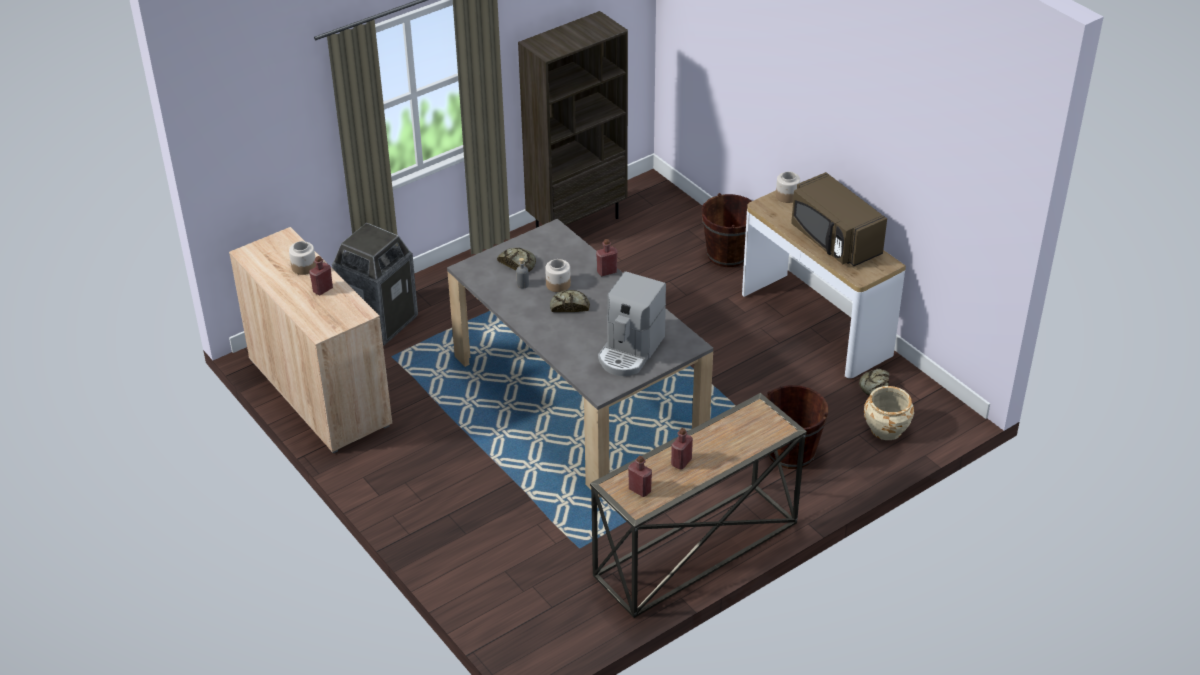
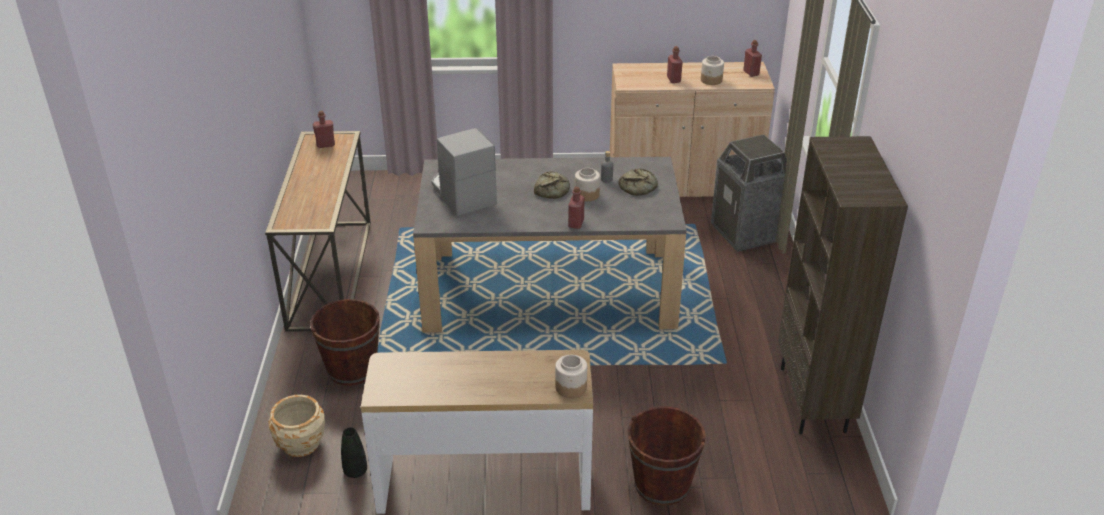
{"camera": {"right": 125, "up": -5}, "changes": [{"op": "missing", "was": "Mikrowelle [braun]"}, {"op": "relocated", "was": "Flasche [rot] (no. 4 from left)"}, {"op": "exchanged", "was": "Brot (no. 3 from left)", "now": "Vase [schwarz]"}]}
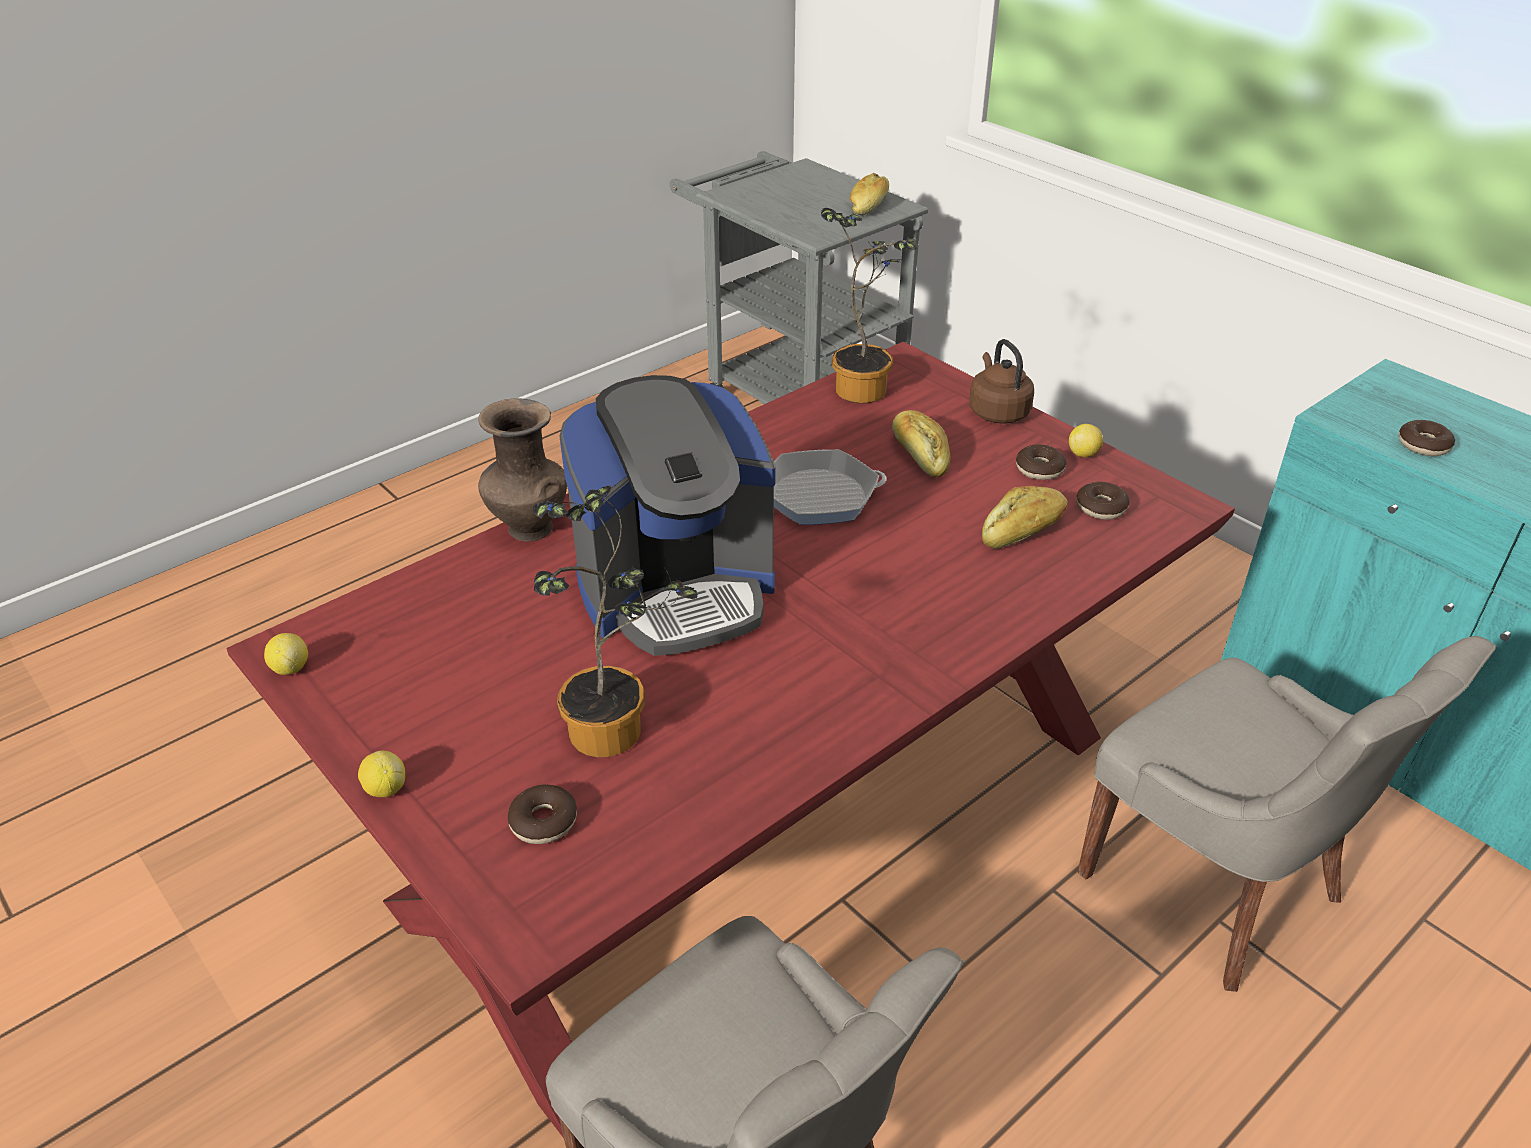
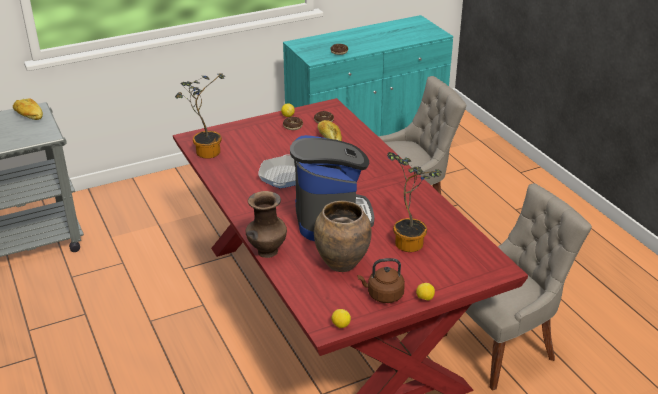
{"camera": {"right": -75, "up": -5}, "changes": [{"op": "missing", "was": "Donut (no. 1 from left)"}, {"op": "missing", "was": "Brot (no. 2 from left)"}, {"op": "appeared", "now": "Vase [braun] (no. 2 from left)"}, {"op": "relocated", "was": "Wasserkessel [braun]"}]}
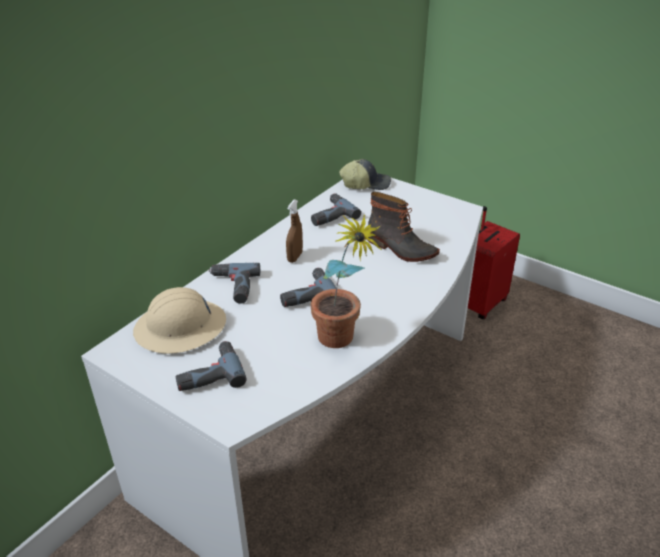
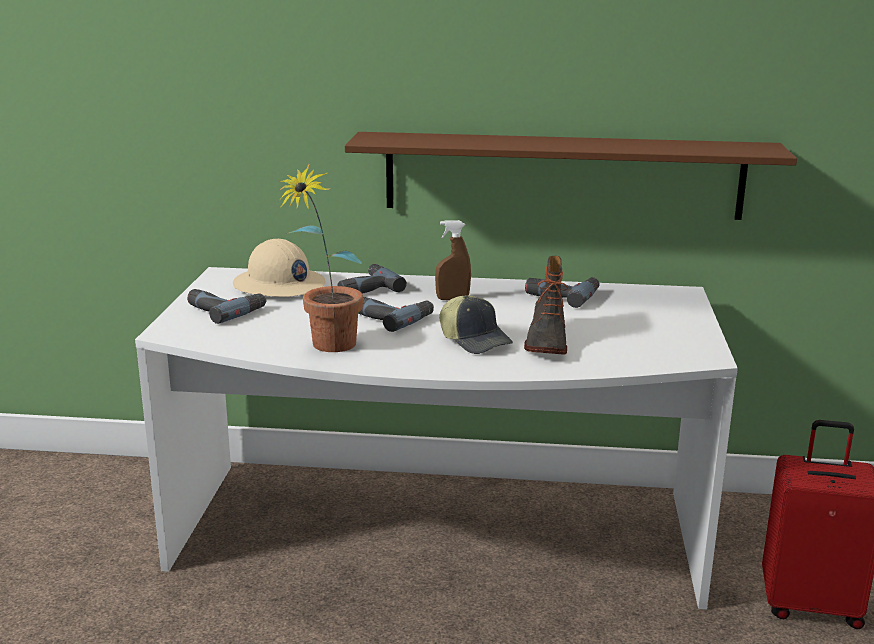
{"camera": {"right": 60, "up": -15}, "changes": [{"op": "appeared", "now": "Wandregal [braun]"}, {"op": "relocated", "was": "Kappe"}]}
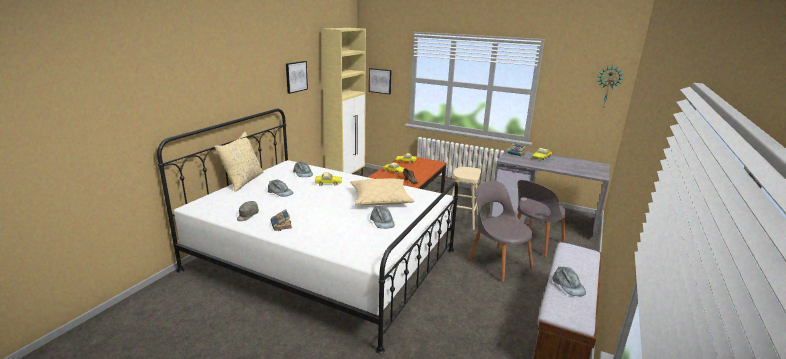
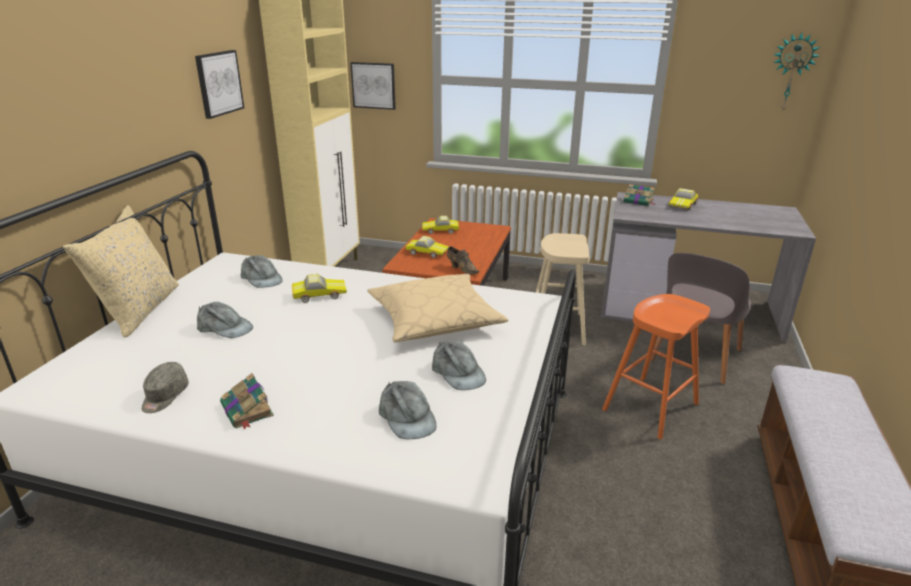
{"camera": {"right": -10, "up": 5}, "changes": [{"op": "relocated", "was": "Kappe [grau] (no. 5 from left in the first image)", "now": "Kappe [grau] (no. 4 from left)"}, {"op": "exchanged", "was": "Stuhl [grau] (no. 1 from left)", "now": "Hocker [orange]"}]}
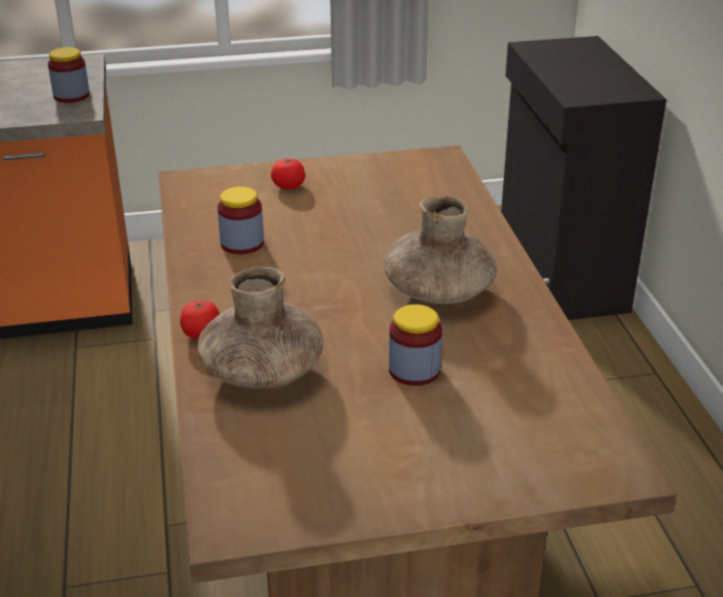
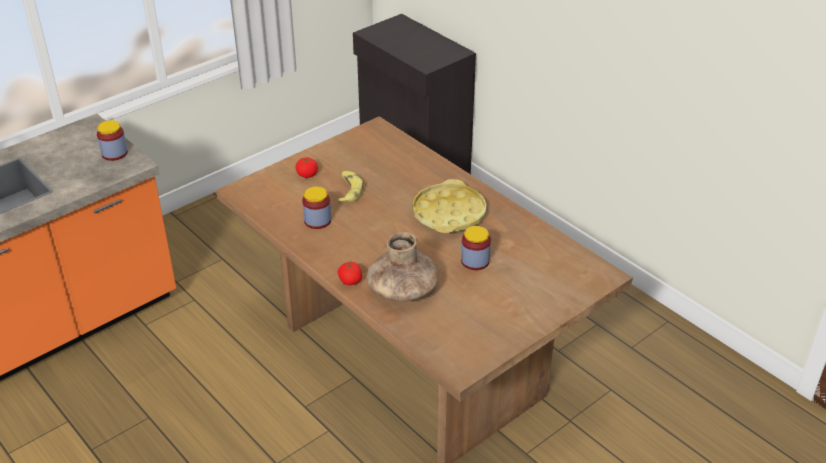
{"camera": {"right": -30, "up": 5}, "changes": [{"op": "appeared", "now": "Banane"}, {"op": "exchanged", "was": "Vase [braun] (no. 2 from left)", "now": "Tablett [gelb]"}]}
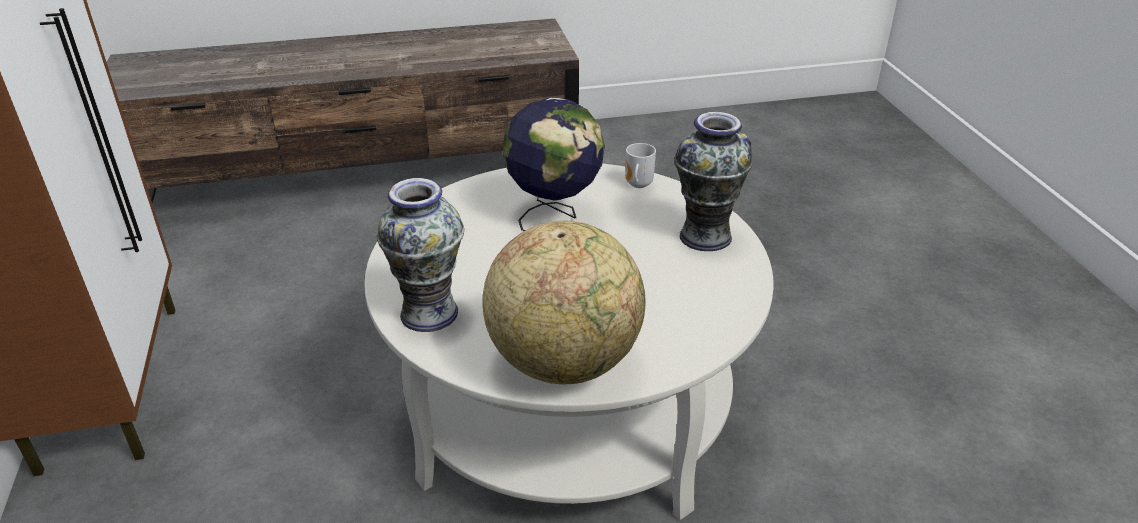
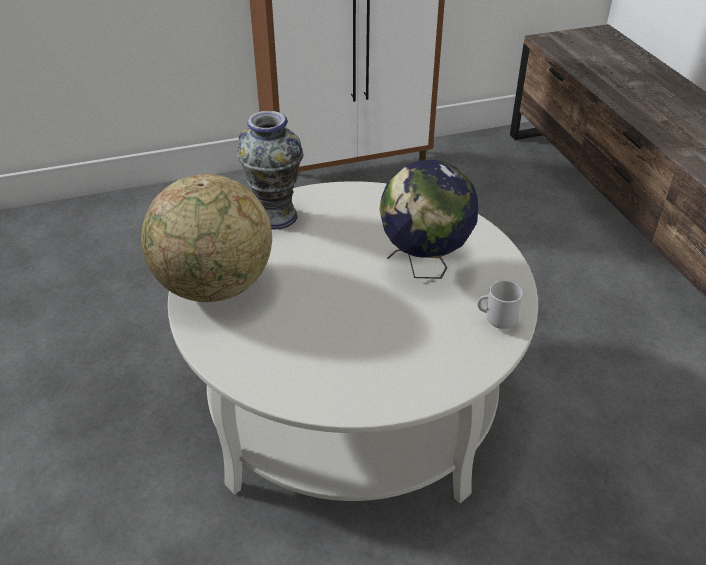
{"camera": {"right": 85, "up": 5}, "changes": [{"op": "missing", "was": "Vase (no. 2 from left)"}]}
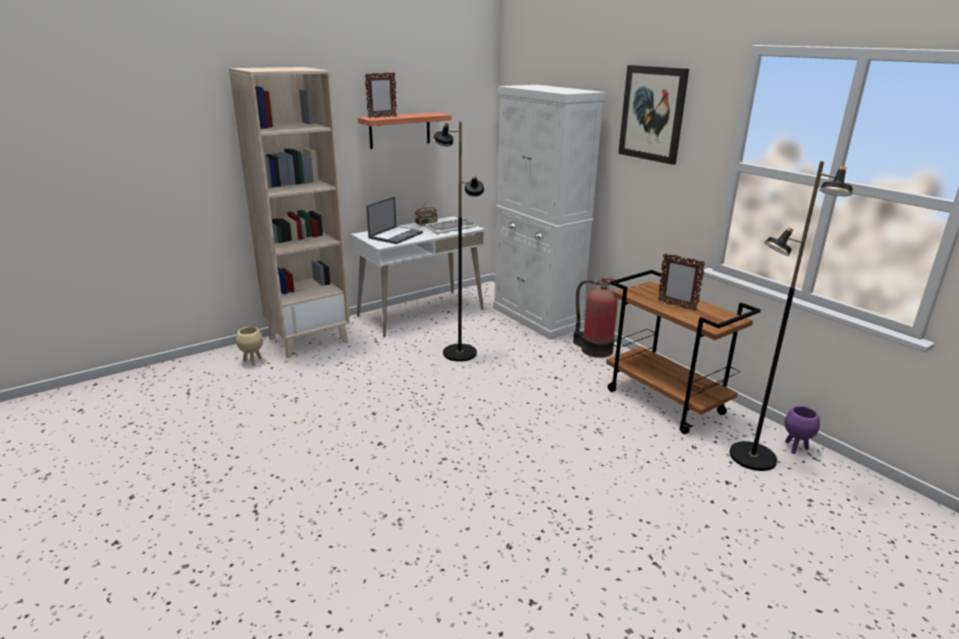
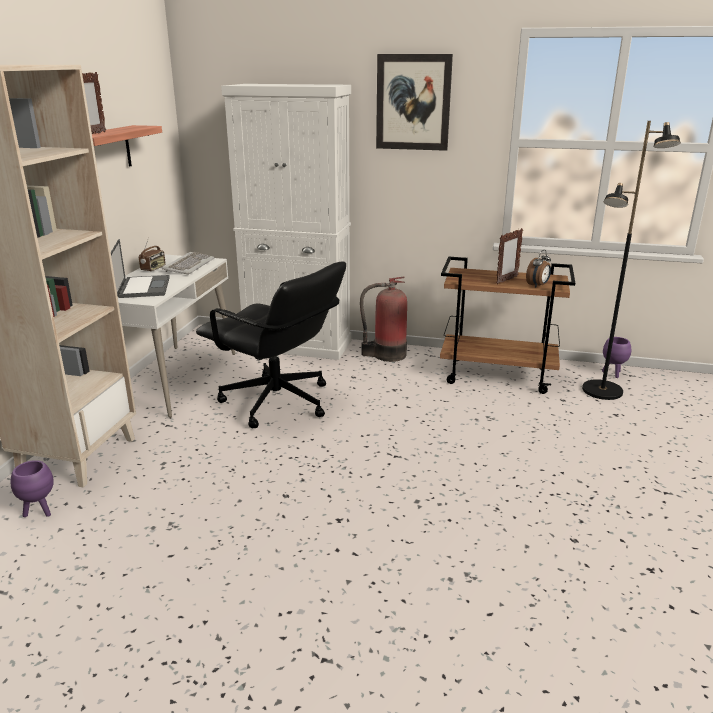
{"camera": {"right": -40, "up": 0}, "changes": [{"op": "appeared", "now": "Wecker"}, {"op": "exchanged", "was": "Stehlampe [schwarz] (no. 1 from left)", "now": "Bürostuhl [schwarz]"}, {"op": "colour", "was": "Pflanzkübel [beige]", "now": "Pflanzkübel [lila] (no. 1 from left)"}, {"op": "spun", "was": "Bilderrahmen (no. 2 from left)", "clockwise": -45}]}
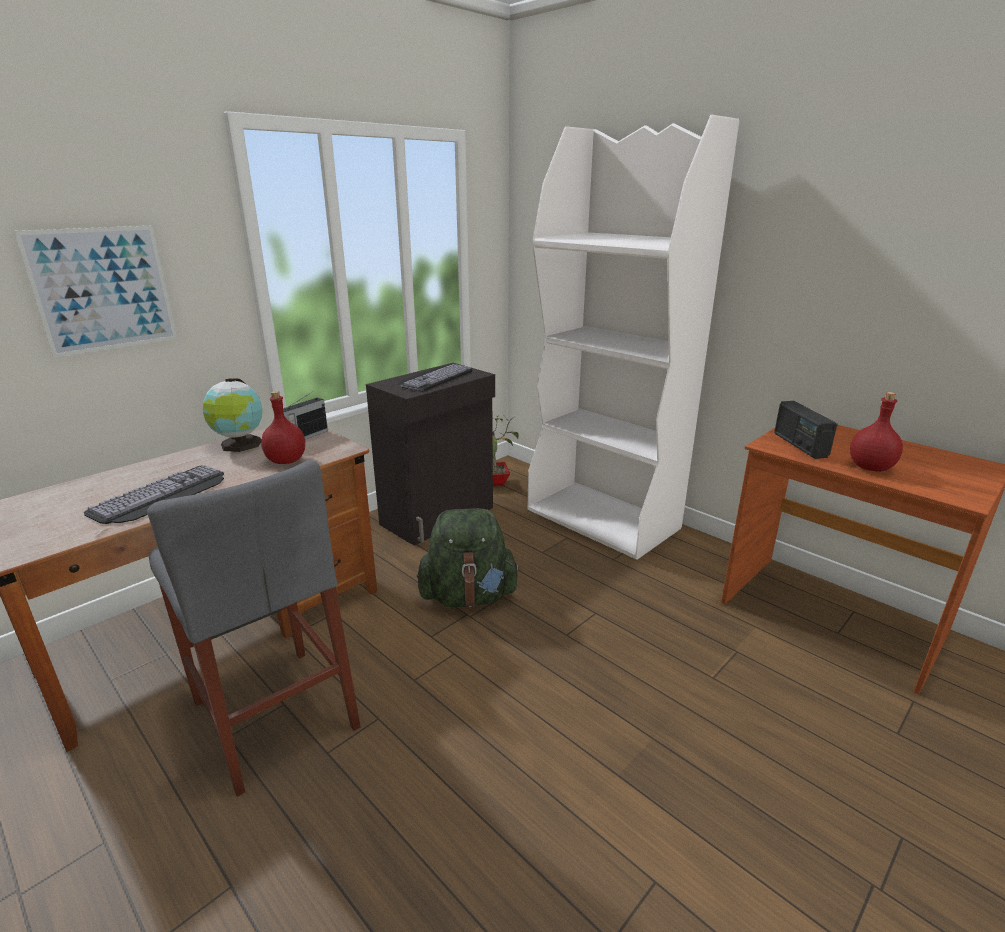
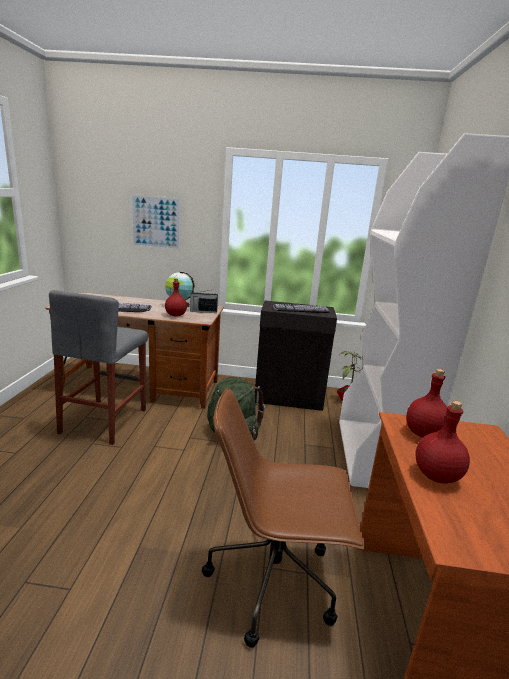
{"camera": {"right": 50, "up": -5}, "changes": [{"op": "appeared", "now": "Bürostuhl [braun]"}, {"op": "exchanged", "was": "Radio (no. 2 from left)", "now": "Flasche [rot] (no. 2 from left)"}]}
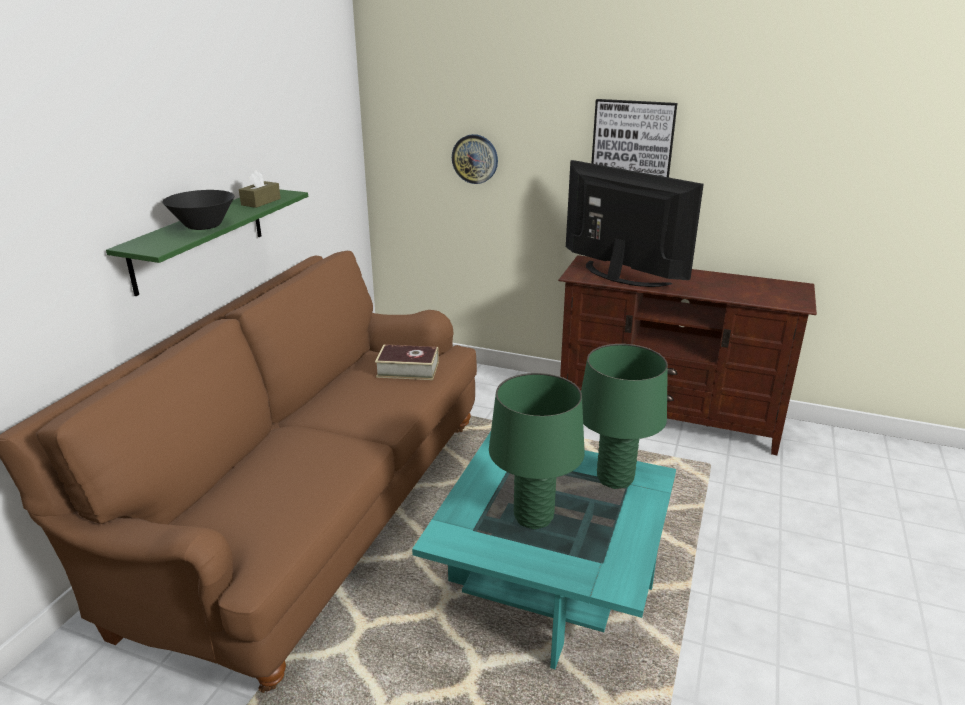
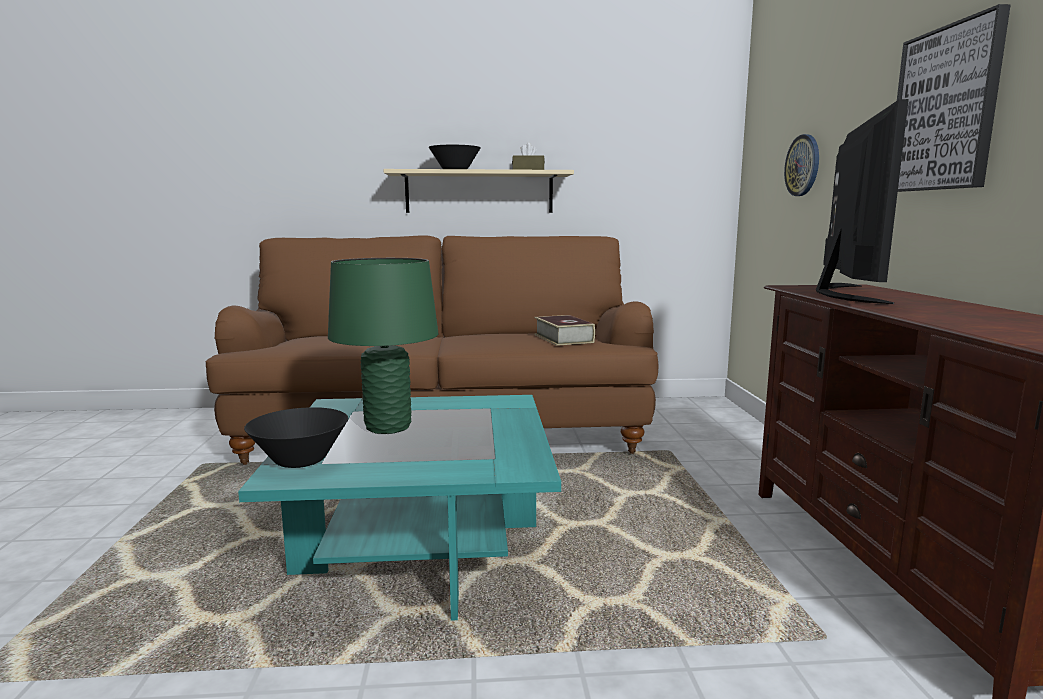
{"camera": {"right": 65, "up": -15}, "changes": [{"op": "missing", "was": "Tischlampe [grün] (no. 2 from left)"}, {"op": "appeared", "now": "Schüssel [schwarz] (no. 1 from left)"}, {"op": "colour", "was": "Wandregal [grün]", "now": "Wandregal [beige]"}]}
